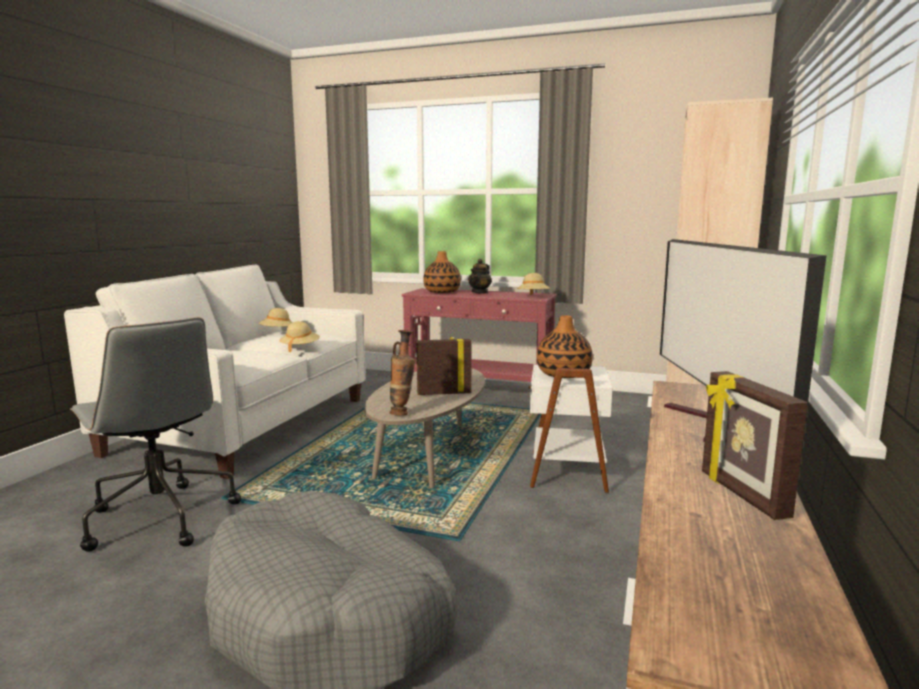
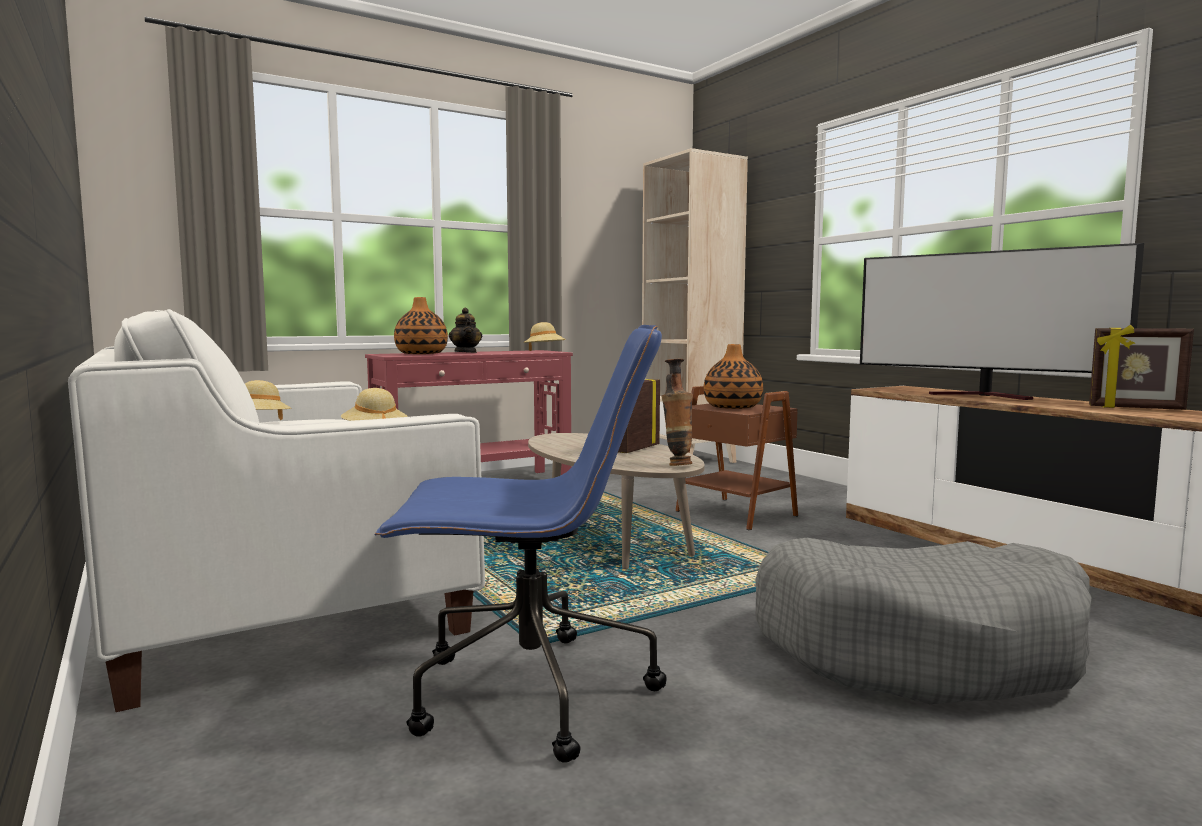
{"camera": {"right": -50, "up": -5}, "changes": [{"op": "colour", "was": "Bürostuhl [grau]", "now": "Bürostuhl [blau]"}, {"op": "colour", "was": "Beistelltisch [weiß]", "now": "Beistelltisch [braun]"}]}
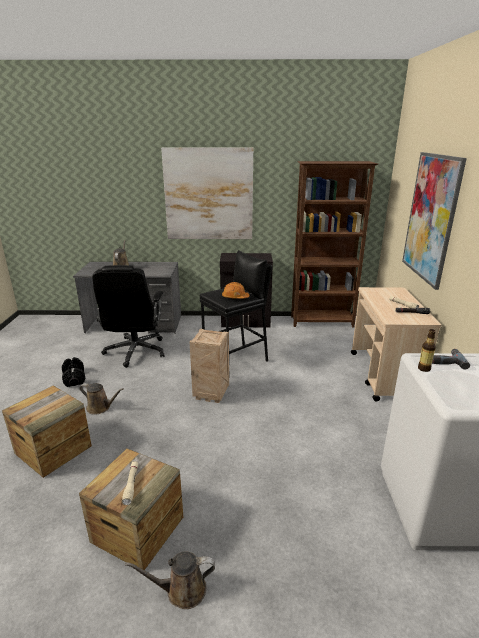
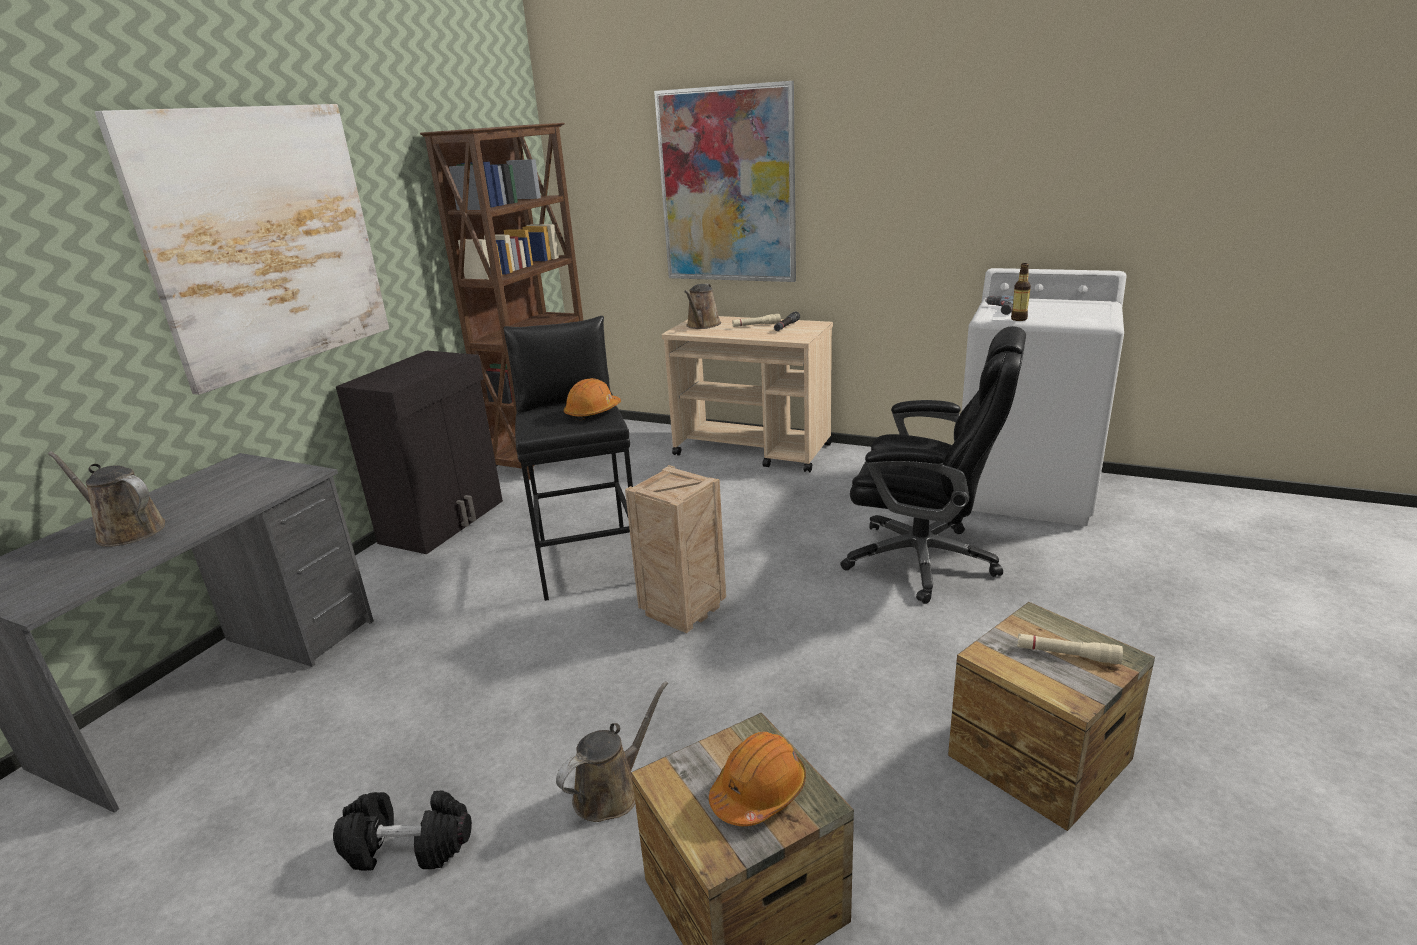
{"camera": {"right": -65, "up": 0}, "changes": [{"op": "appeared", "now": "Schutzhelm [orange] (no. 2 from left)"}, {"op": "relocated", "was": "Bürostuhl [schwarz]"}, {"op": "relocated", "was": "Gießkanne [braun] (no. 3 from left)"}]}
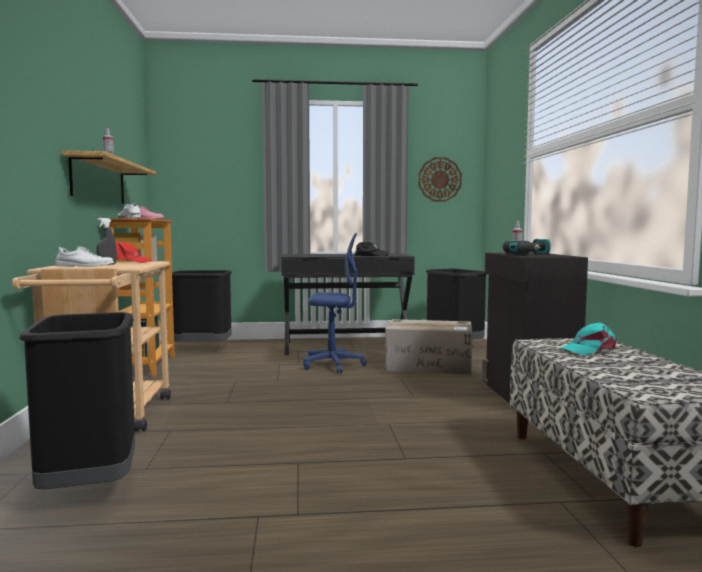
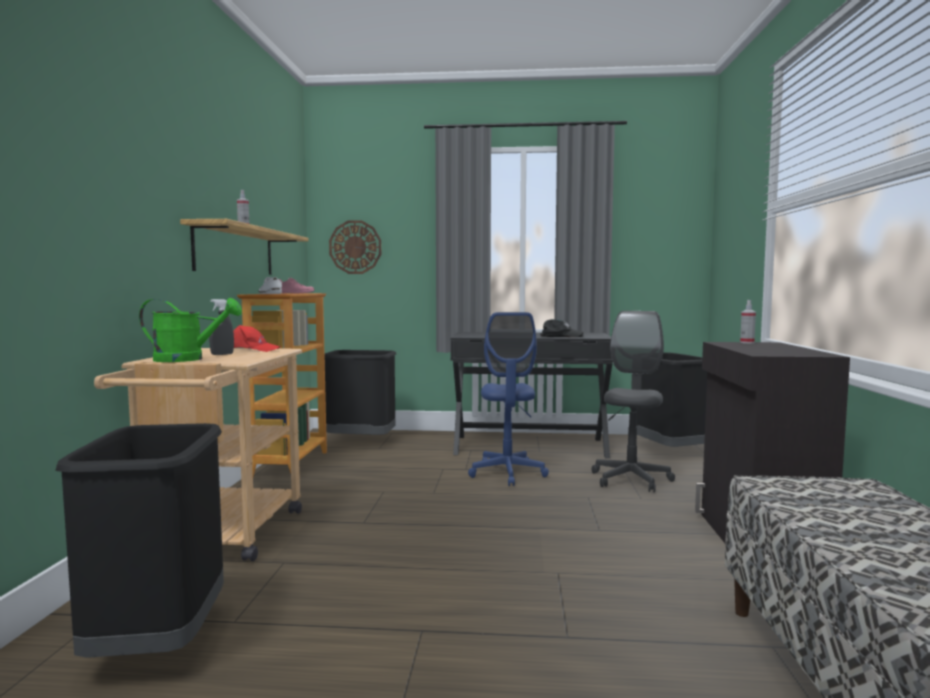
{"camera": {"right": 10, "up": 0}, "changes": [{"op": "missing", "was": "Bohrmaschine"}, {"op": "missing", "was": "Kappe [türkis]"}, {"op": "relocated", "was": "Wanduhr"}, {"op": "exchanged", "was": "Schuh [weiß] (no. 1 from left)", "now": "Gießkanne [grün]"}, {"op": "exchanged", "was": "Karton", "now": "Bürostuhl [grau]"}, {"op": "spun", "was": "Bürostuhl [blau]", "clockwise": 75}]}
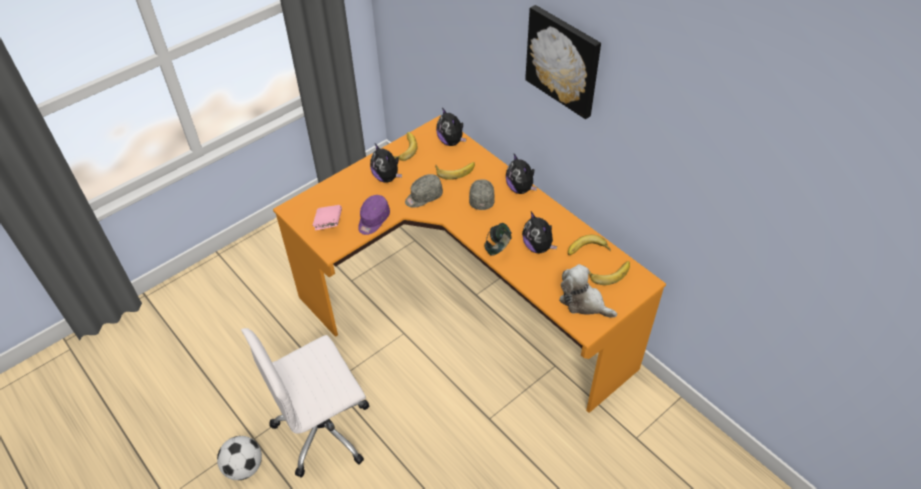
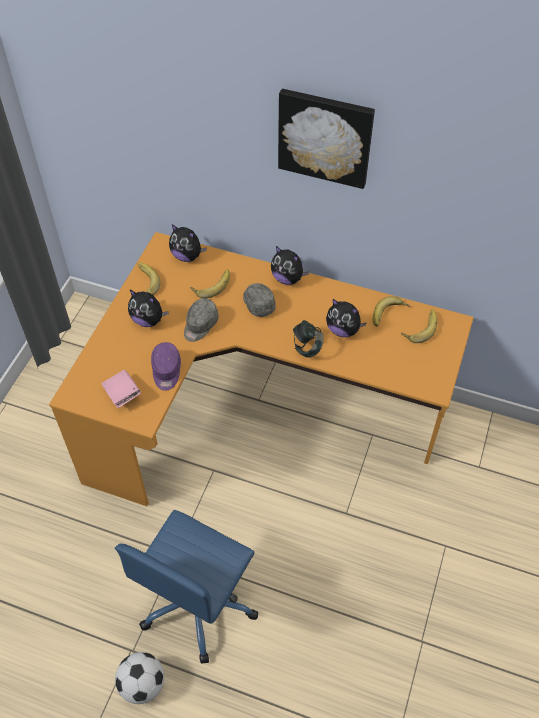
{"camera": {"right": -30, "up": 5}, "changes": [{"op": "missing", "was": "Plüschtier (no. 5 from left)"}, {"op": "colour", "was": "Bürostuhl [weiß]", "now": "Bürostuhl [blau]"}]}
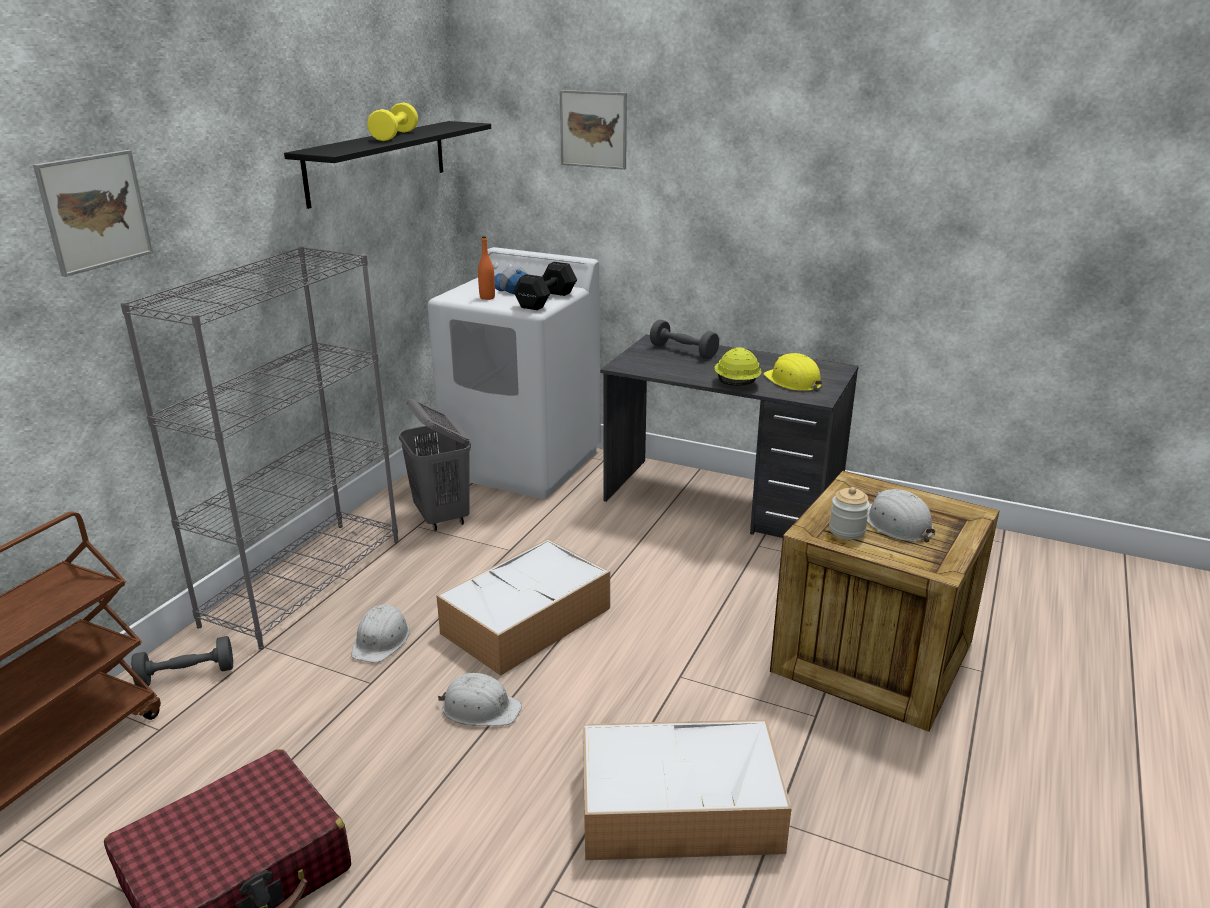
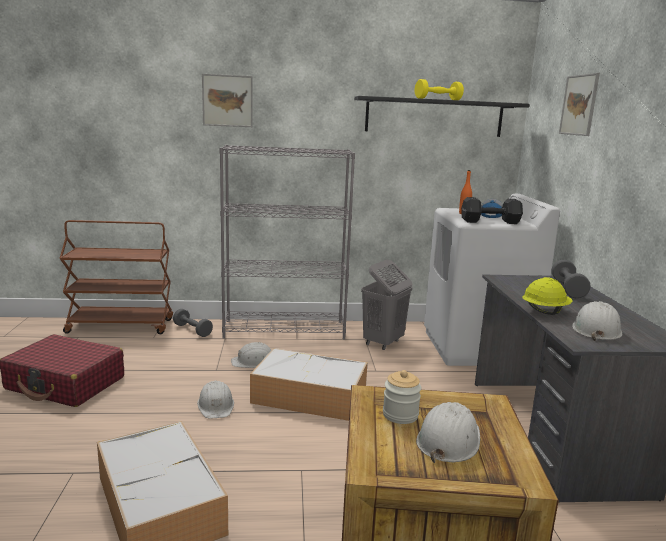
{"camera": {"right": 60, "up": -10}, "changes": [{"op": "colour", "was": "Schutzhelm [gelb] (no. 2 from left)", "now": "Schutzhelm [weiß] (no. 4 from left)"}]}
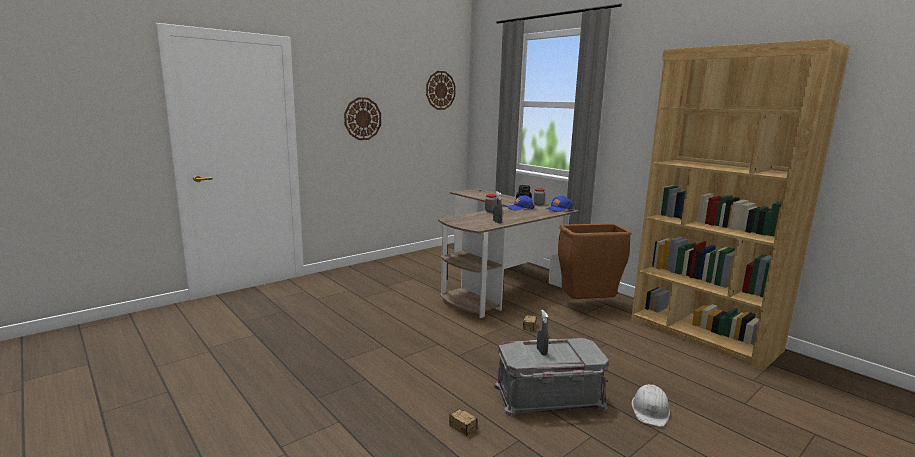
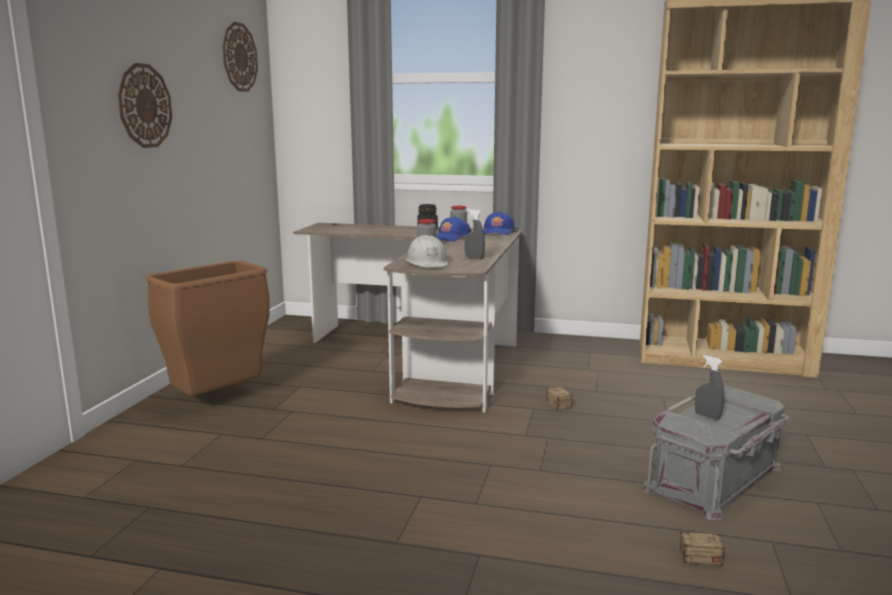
{"camera": {"right": -35, "up": 0}, "changes": [{"op": "relocated", "was": "Mülleimer [braun]"}, {"op": "relocated", "was": "Schutzhelm [weiß]"}]}
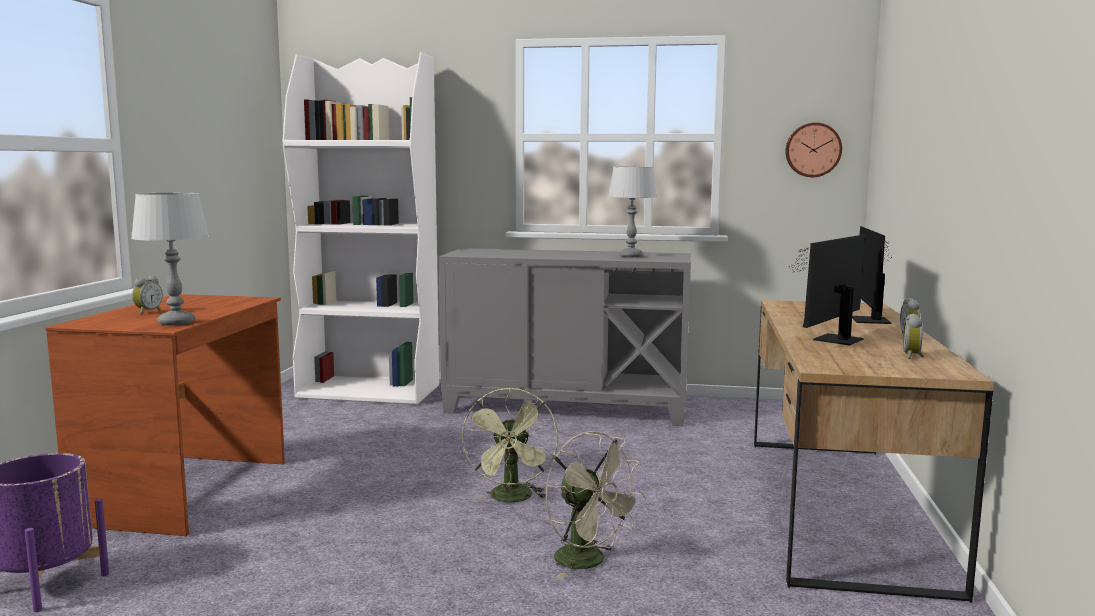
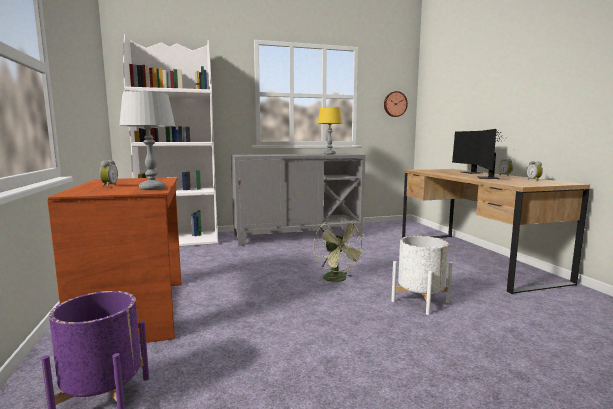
{"camera": {"right": -25, "up": 0}, "changes": [{"op": "exchanged", "was": "Ventilator [beige]", "now": "Pflanzkübel [weiß]"}, {"op": "colour", "was": "Tischlampe [grau] (no. 2 from left)", "now": "Tischlampe [gelb]"}]}
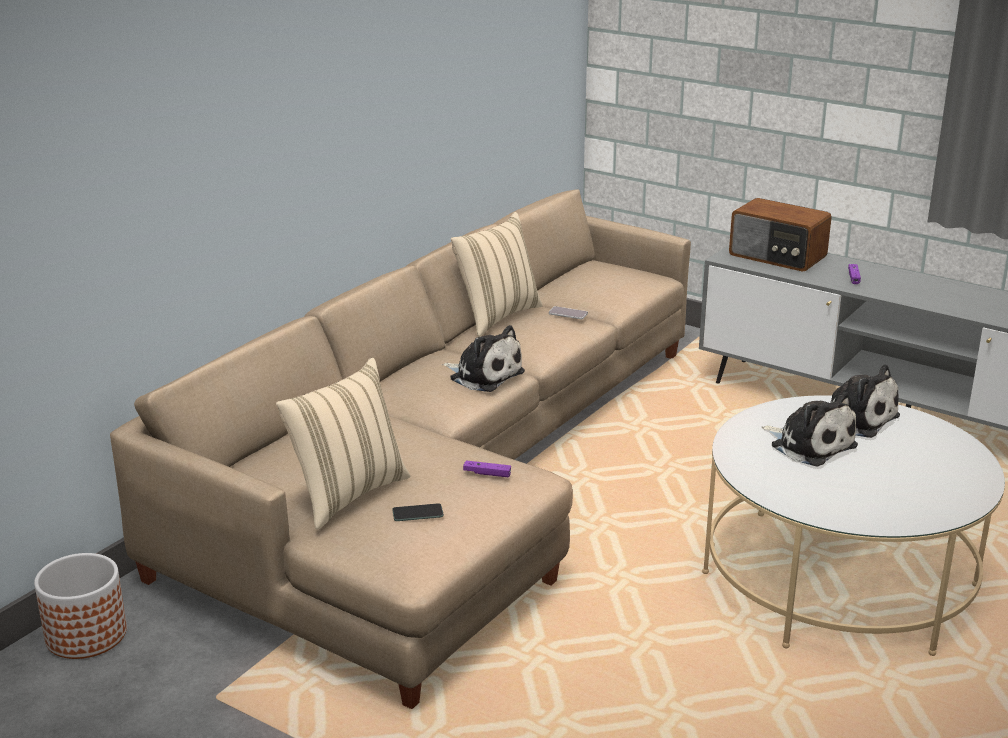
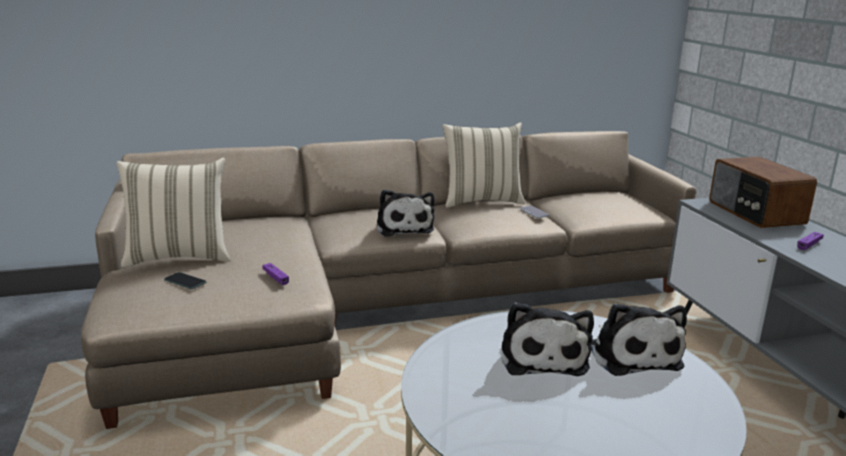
{"camera": {"right": 40, "up": -5}, "changes": [{"op": "missing", "was": "Pflanzkübel"}]}
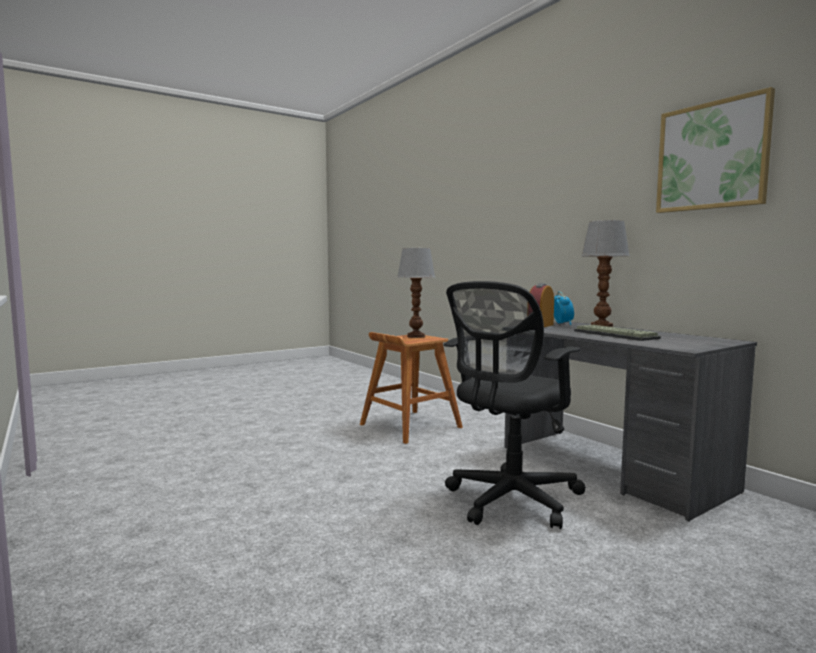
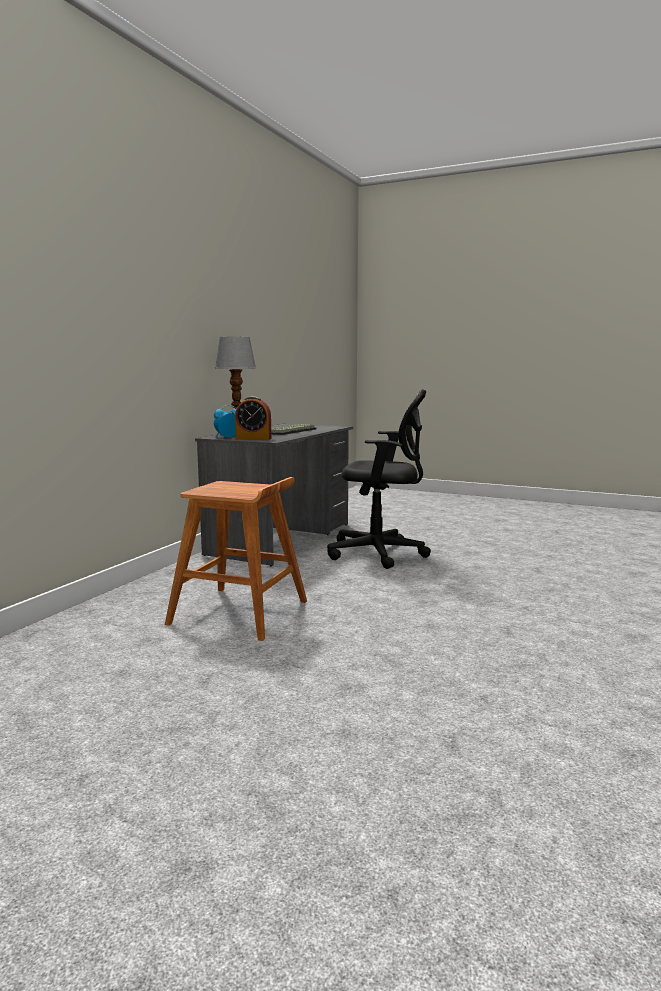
{"camera": {"right": -120, "up": 5}, "changes": [{"op": "missing", "was": "Tischlampe (no. 1 from left)"}, {"op": "missing", "was": "Bild"}]}
